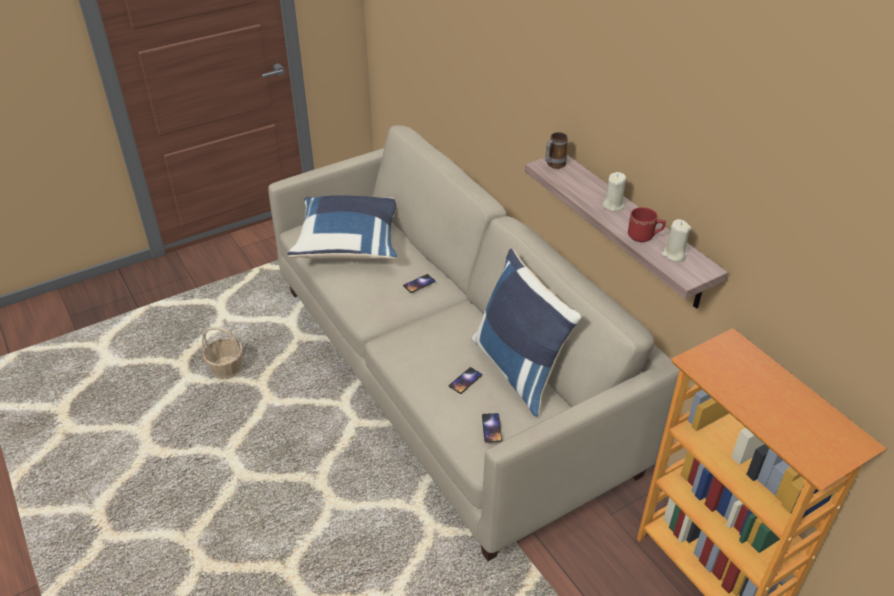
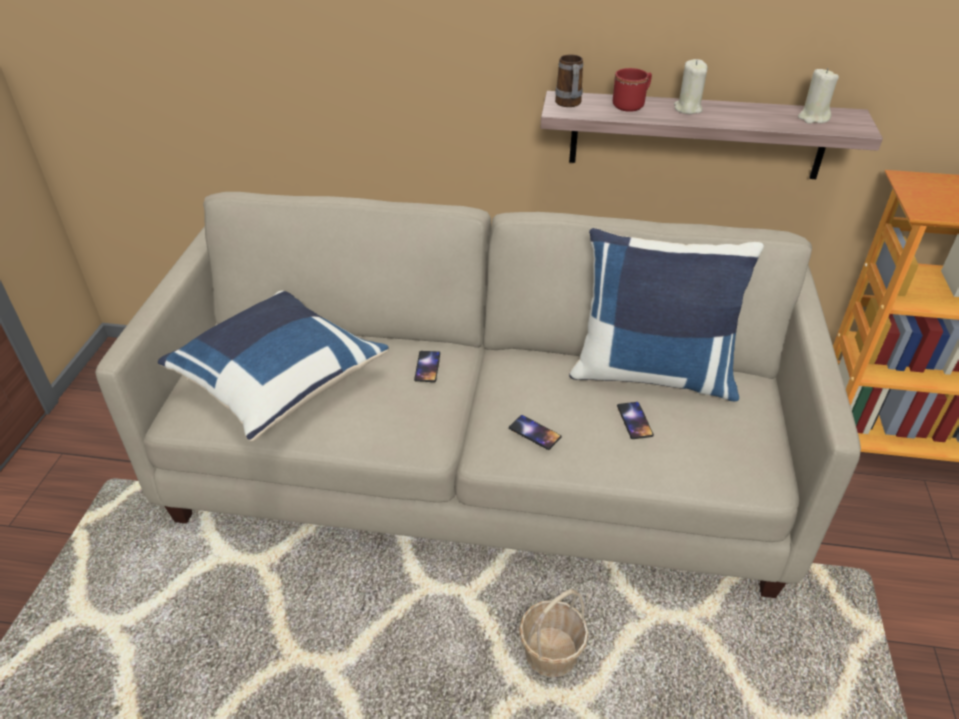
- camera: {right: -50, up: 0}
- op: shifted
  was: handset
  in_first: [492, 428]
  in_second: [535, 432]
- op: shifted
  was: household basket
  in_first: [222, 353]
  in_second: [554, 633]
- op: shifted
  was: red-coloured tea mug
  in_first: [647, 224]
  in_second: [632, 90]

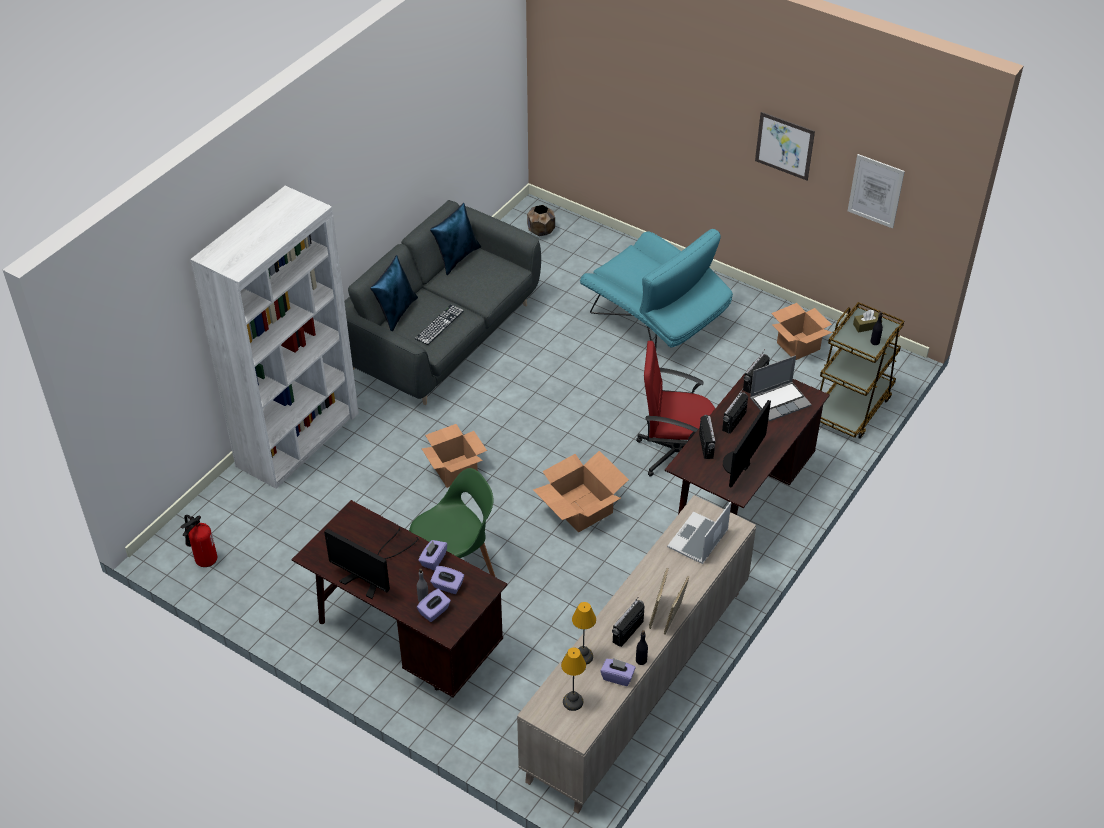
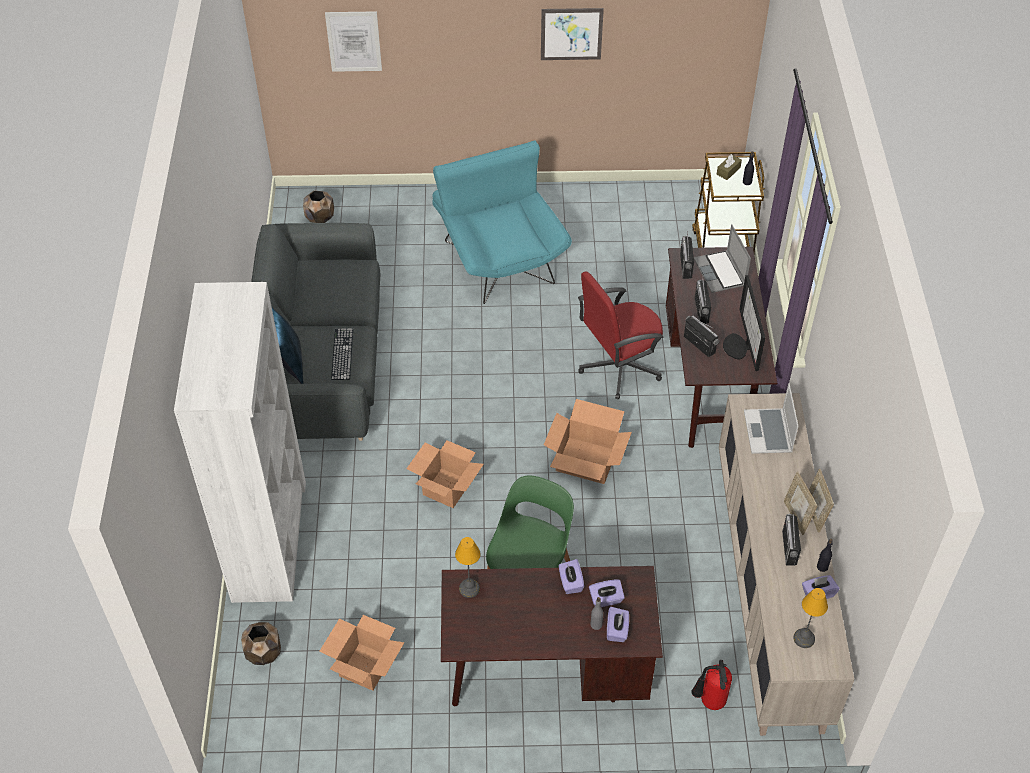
- camera: {right: -35, up: 5}
- op: new
  now: brown-coloured plant pot
  in_second: [261, 643]
- op: shifted
  was: cardboard box
  in_first: [802, 331]
  in_second: [361, 653]
- op: shifted
  was: wall picture
  in_first: [876, 191]
  in_second: [353, 41]
- op: rotated
  was: turquoise easy chair
  in_first: [656, 289]
  in_second: [502, 222]
  clockwise: -120
- op: shifted
  was: lamp for a table
  in_first: [584, 633]
  in_second: [468, 567]
- op: shifted
  was: extinguisher
  in_first: [199, 541]
  in_second: [712, 685]
- op: rotated
  was: laptop
  in_first: [781, 388]
  in_second: [722, 258]
  clockwise: 135
- op: gone
  was: computer display
  in_first: [371, 563]
- op: gone
  was: blue pillow
  in_first: [455, 239]

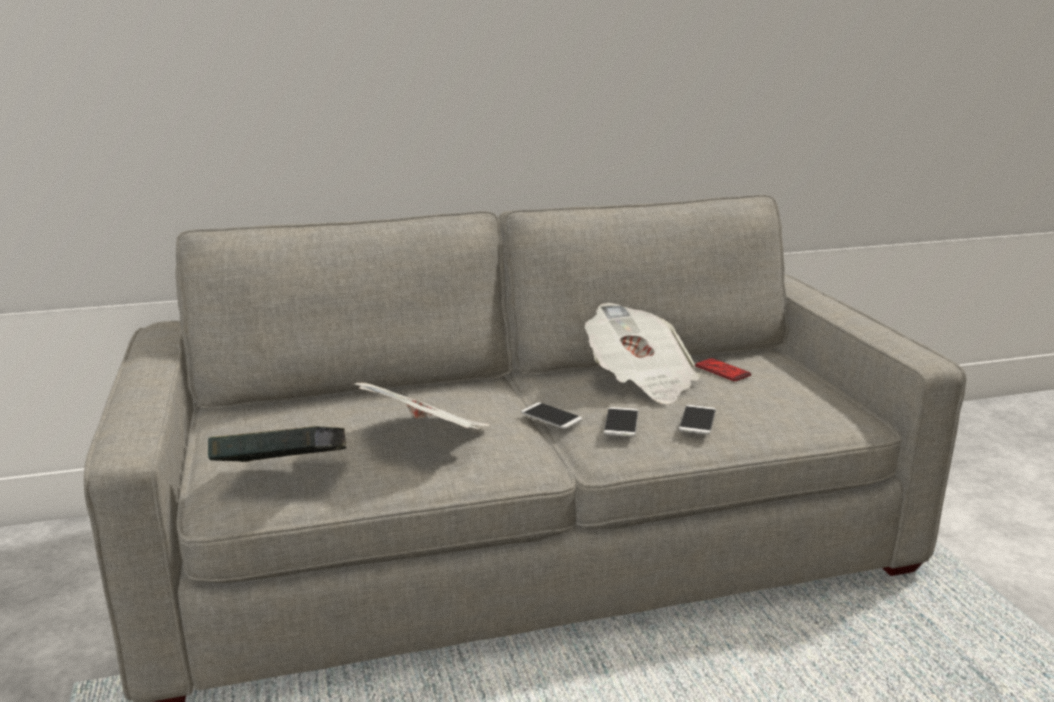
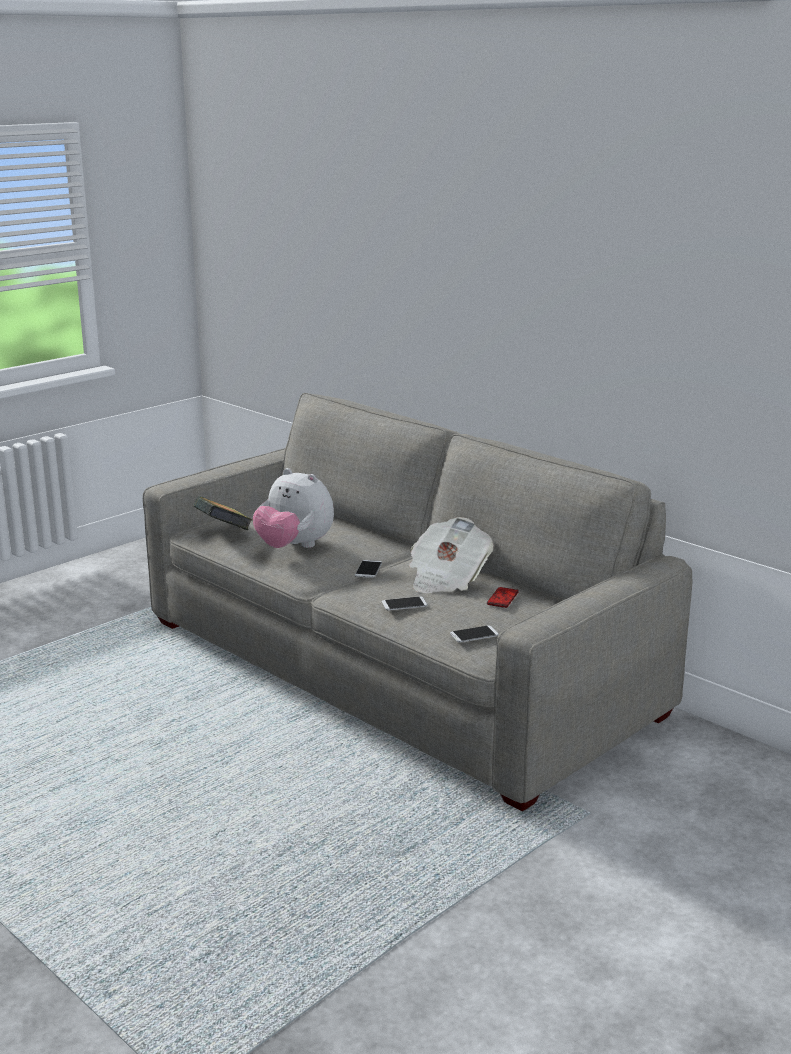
- camera: {right: 60, up: 0}
- op: swapped
  was: daily paper
  now: cuddly toy
  in_first: [421, 406]
  in_second: [293, 508]
- op: shifted
  was: handset
  in_first: [621, 422]
  in_second: [474, 634]

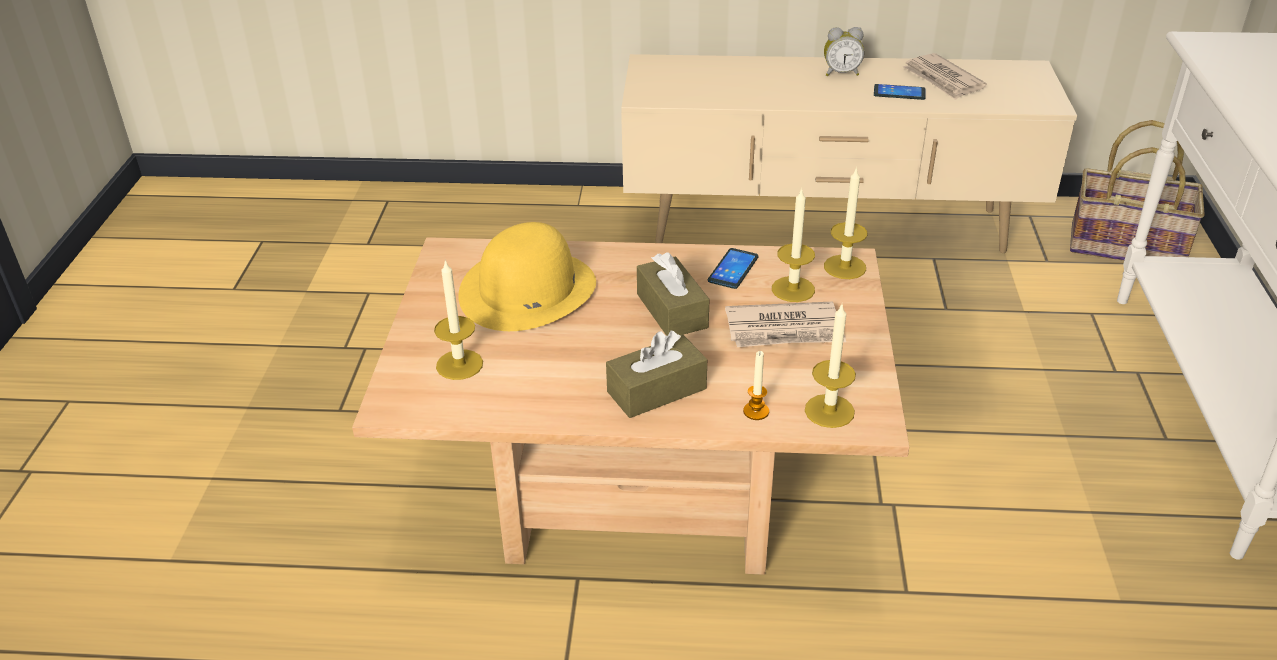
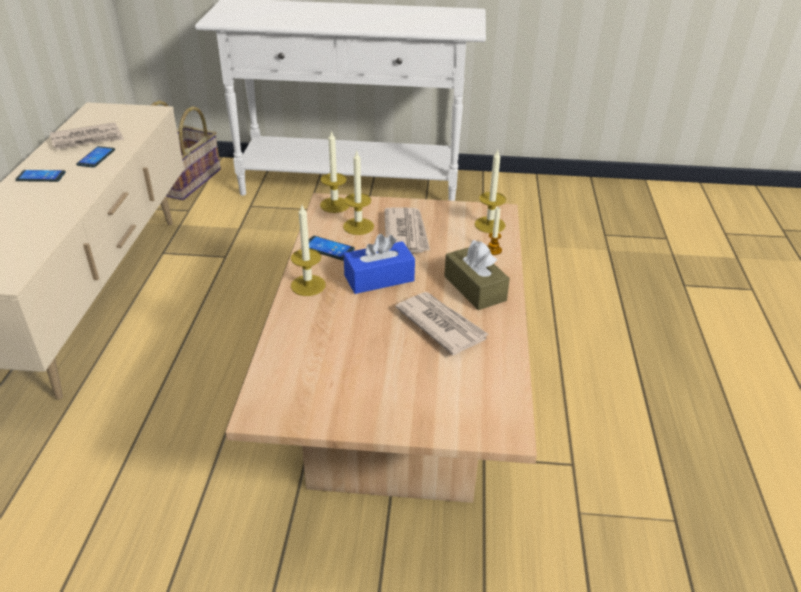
- camera: {right: -90, up: 0}
- op: swapped
  was: alarm clock
  now: handset
  in_first: [844, 51]
  in_second: [41, 176]
- op: shifted
  was: candle
  in_first: [458, 319]
  in_second: [308, 250]
- op: repainted
  was: brown-coloured tissue box
  now: blue tissue box
  in_first: [673, 294]
  in_second: [379, 264]
- op: new
  now: daily paper
  in_second: [442, 323]
- op: gone
  was: yellow wearable hat
  in_first: [527, 276]

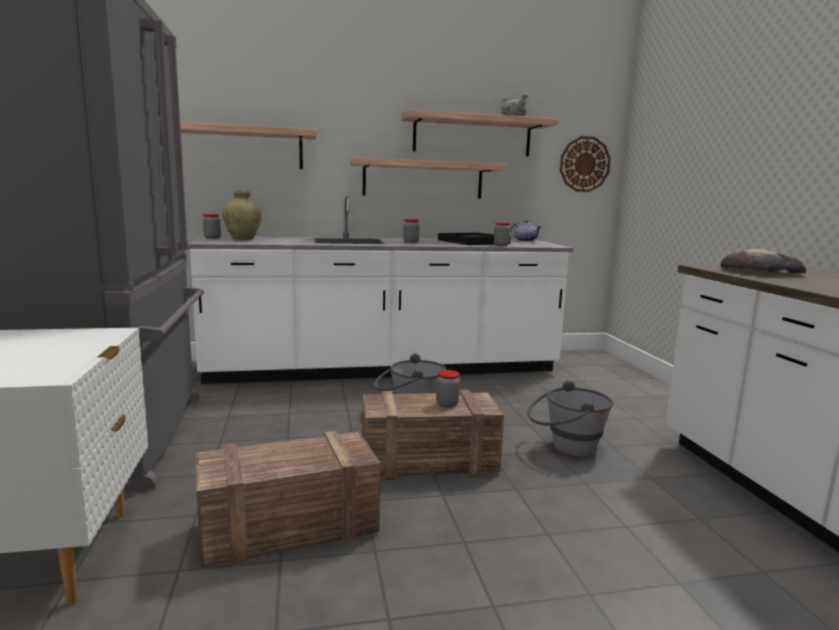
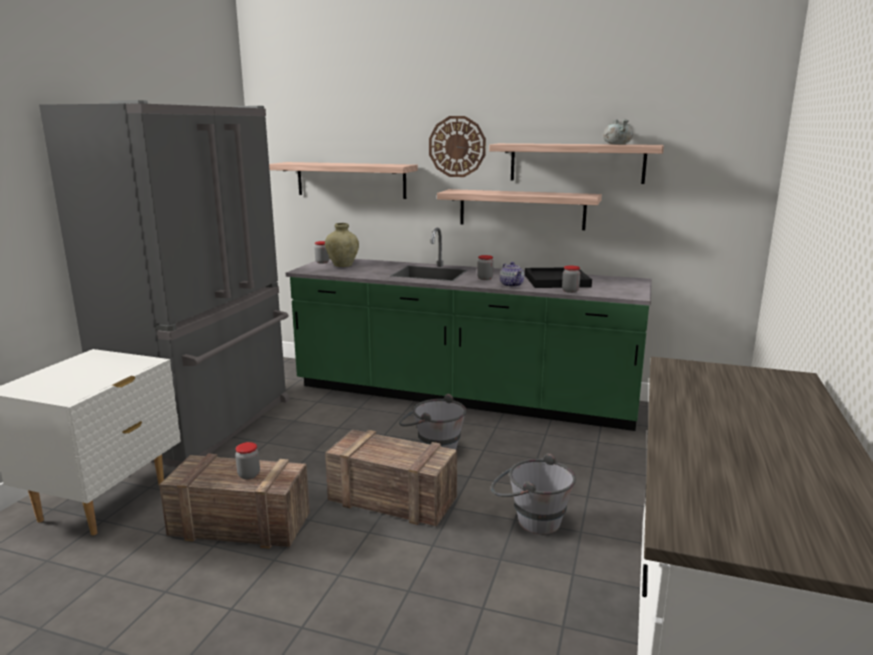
- camera: {right: 30, up: 5}
- op: shifted
  was: jar
  in_first: [448, 389]
  in_second: [247, 460]
- op: repainted
  was: white-coloured kitchen counter
  now: green-coloured kitchen counter
  in_first: [380, 290]
  in_second: [469, 329]
- op: shifted
  was: hanging clock
  in_first: [585, 164]
  in_second: [457, 146]
- op: shifted
  was: tea pot
  in_first: [526, 231]
  in_second: [512, 274]
- op: gone
  was: bread
  in_first: [763, 261]

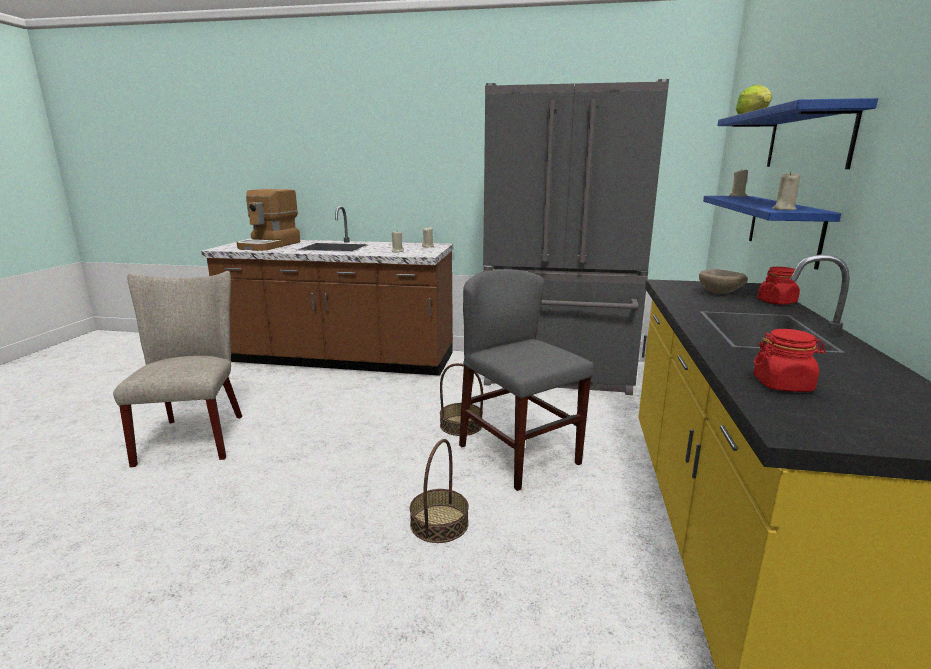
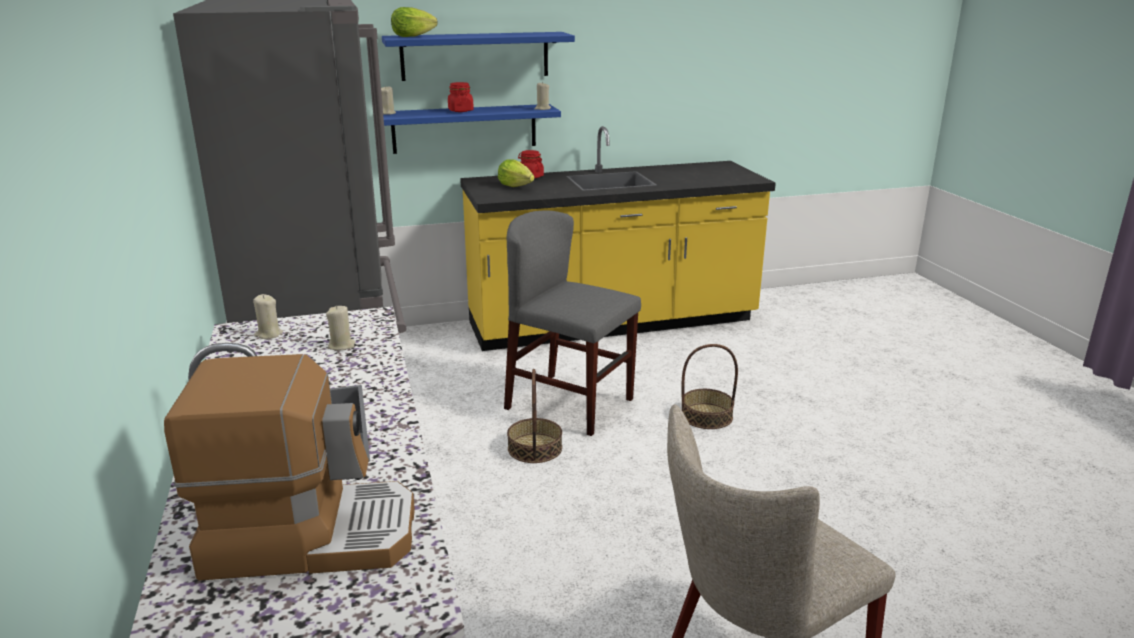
- camera: {right: -115, up: 5}
- op: shifted
  was: red-coloured jar
  in_first: [789, 360]
  in_second: [461, 97]
- op: swapped
  was: beige-coloured deep dish
  now: lettuce head
  in_first: [723, 281]
  in_second: [516, 173]
- op: rotated
  was: gray plain chair
  in_first: [526, 380]
  in_second: [572, 323]
  clockwise: 90

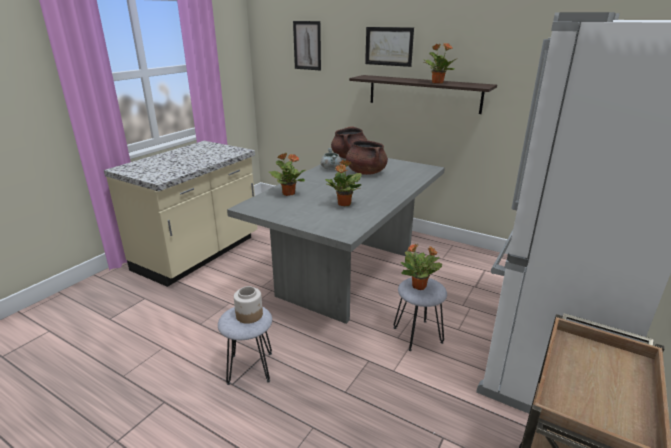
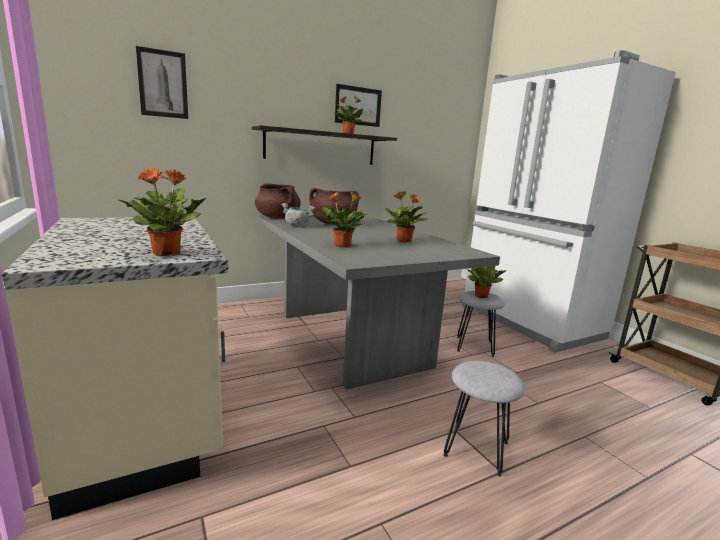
- camera: {right: -60, up: -10}
- op: new
  now: plant in a pot
  in_second: [162, 211]
- op: shifted
  was: wall picture
  in_first: [389, 47]
  in_second: [358, 105]
- op: gone
  was: jar
  in_first: [248, 305]

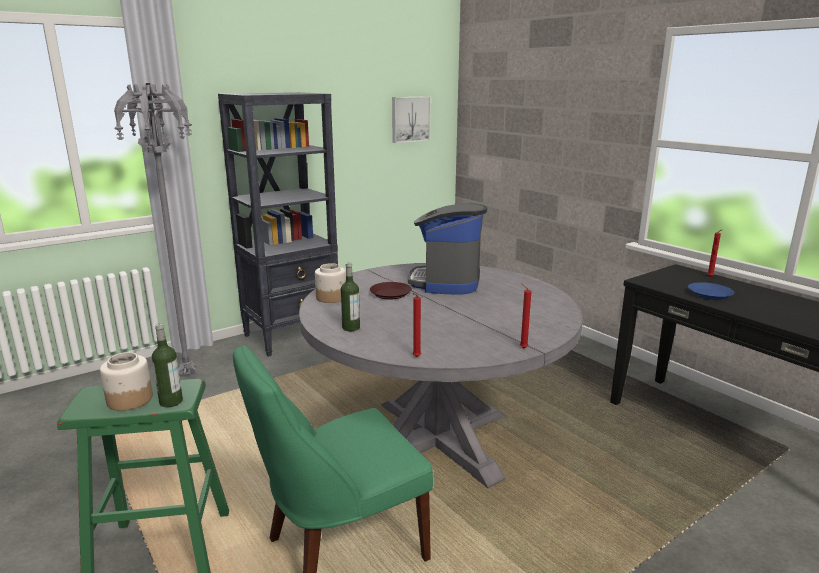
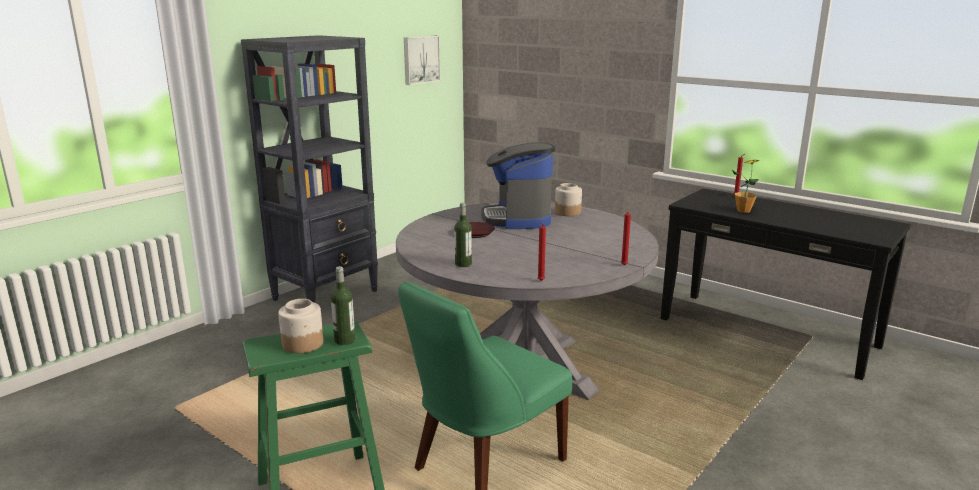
- camera: {right: -15, up: 0}
- op: shifted
  was: jar
  in_first: [330, 283]
  in_second: [568, 199]
- op: swapped
  was: blue plate
  now: plant in a pot
  in_first: [711, 291]
  in_second: [745, 186]
- op: gone
  was: gray floor lamp
  in_first: [155, 229]

